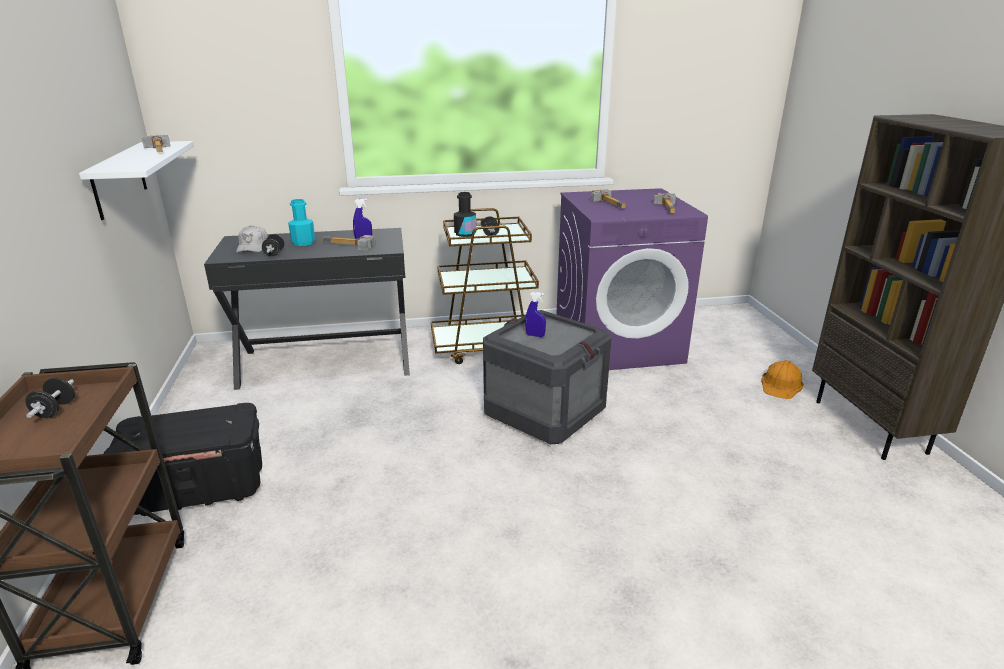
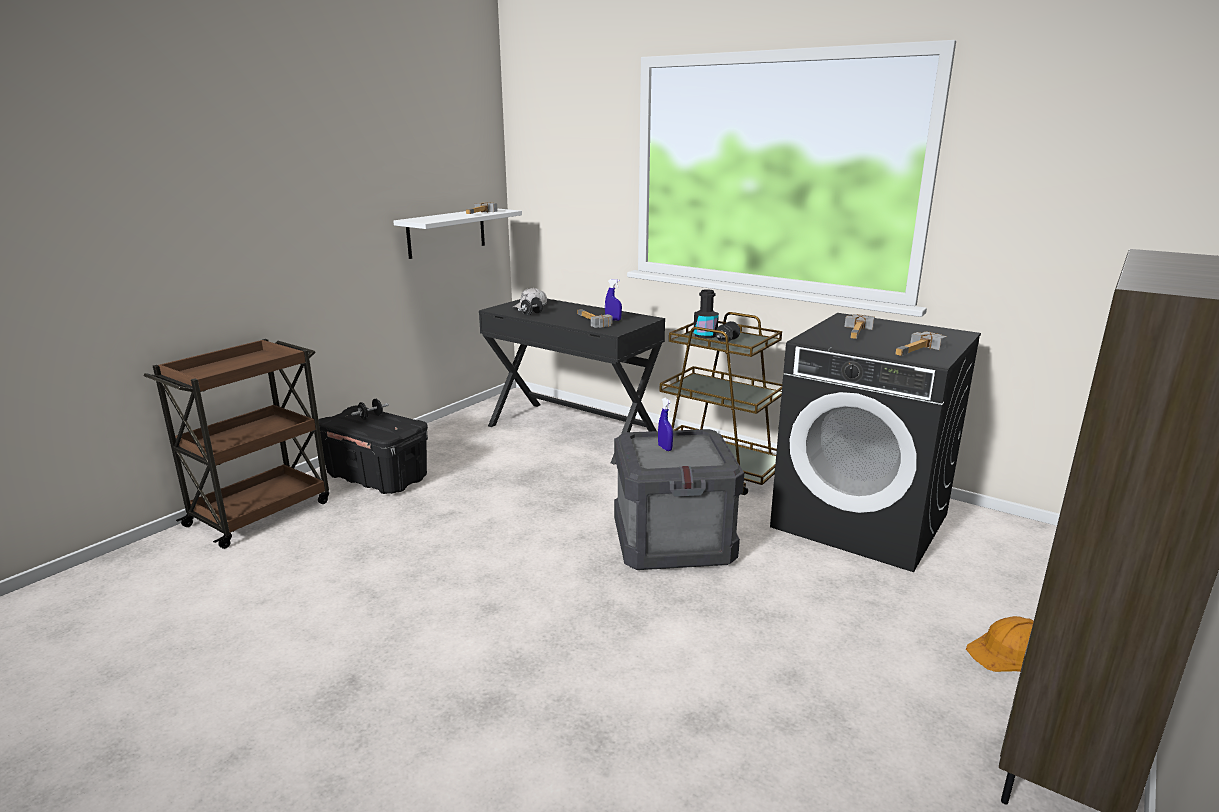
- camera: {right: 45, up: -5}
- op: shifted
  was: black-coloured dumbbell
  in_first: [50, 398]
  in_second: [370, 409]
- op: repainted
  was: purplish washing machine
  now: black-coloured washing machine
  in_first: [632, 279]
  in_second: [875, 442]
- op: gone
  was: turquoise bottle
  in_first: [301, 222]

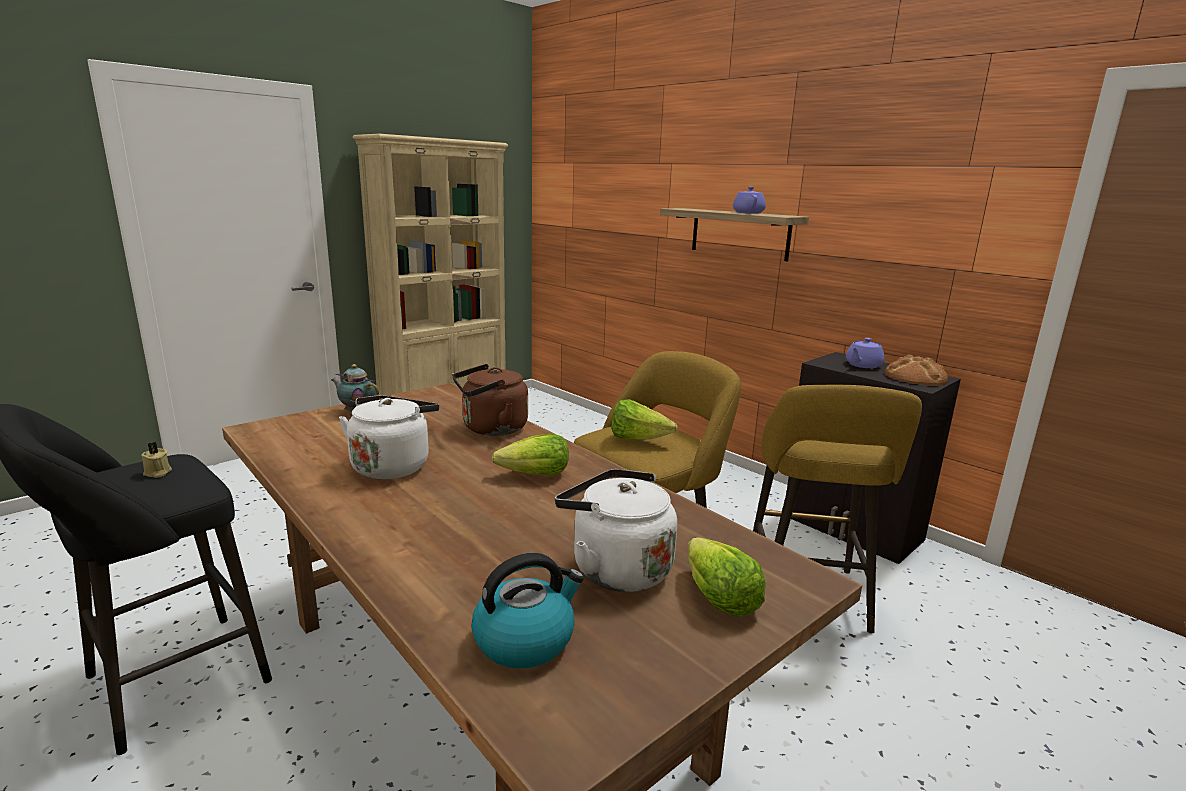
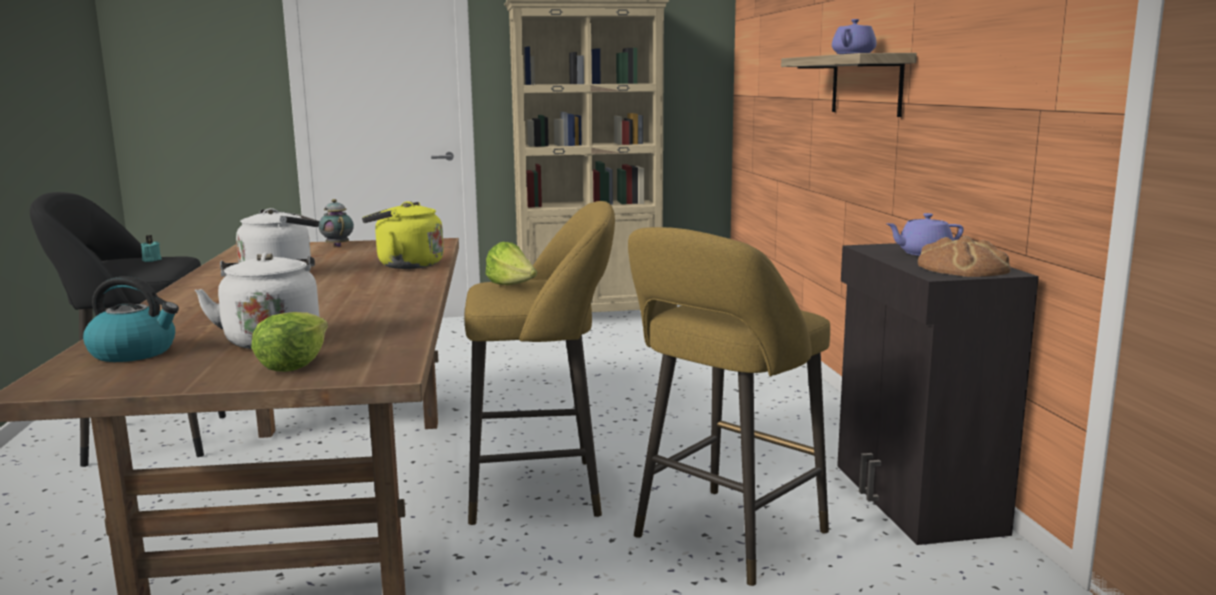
- camera: {right: 35, up: -5}
- op: repainted
  was: beige-coloured candle
  now: turquoise candle
  in_first: [156, 460]
  in_second: [151, 248]
- op: repainted
  was: brown-coloured water kettle
  now: yellow water kettle
  in_first: [490, 400]
  in_second: [403, 235]
- op: gone
  was: lettuce head
  in_first: [530, 454]

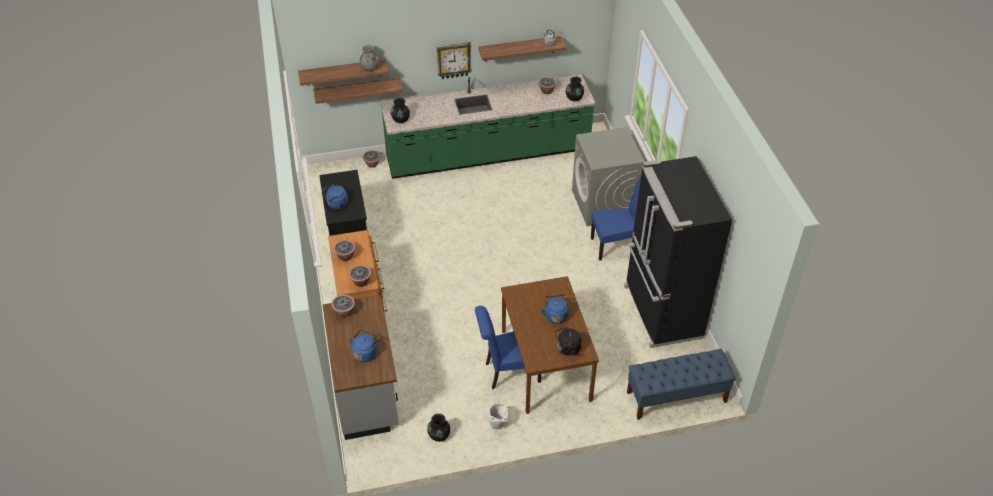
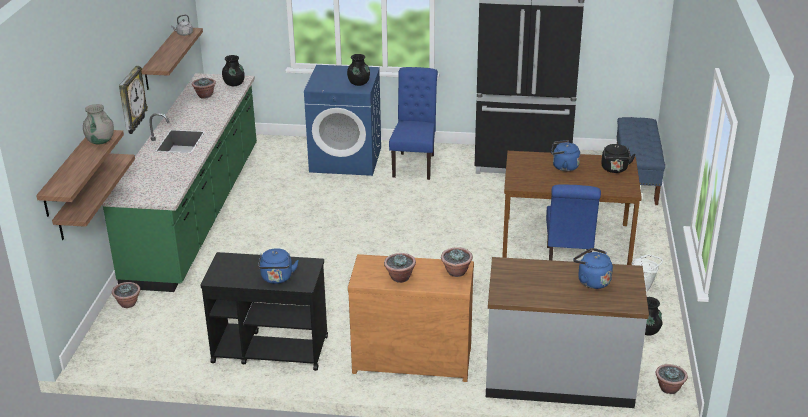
- camera: {right: -70, up: -15}
- op: repainted
  was: gray washing machine
  now: blue washing machine
  in_first: [608, 176]
  in_second: [342, 120]
- op: shifted
  was: black-coloured decorative vase
  in_first: [400, 110]
  in_second: [358, 70]
- op: shifted
  was: plant in a pot
  in_first: [343, 306]
  in_second: [672, 379]

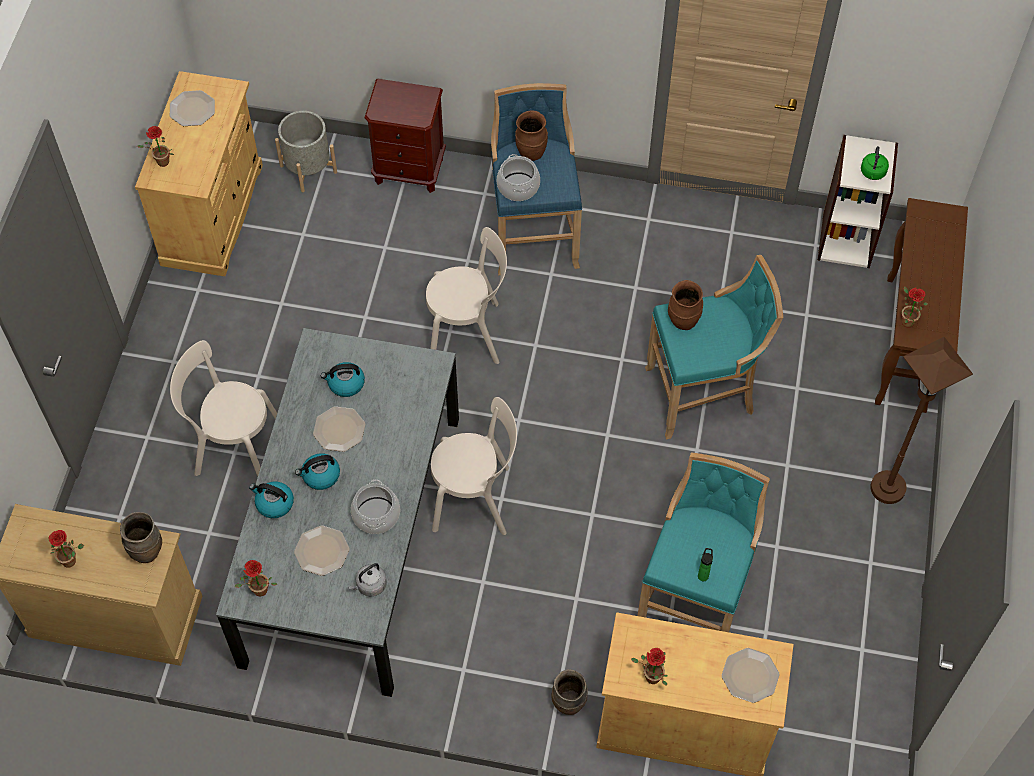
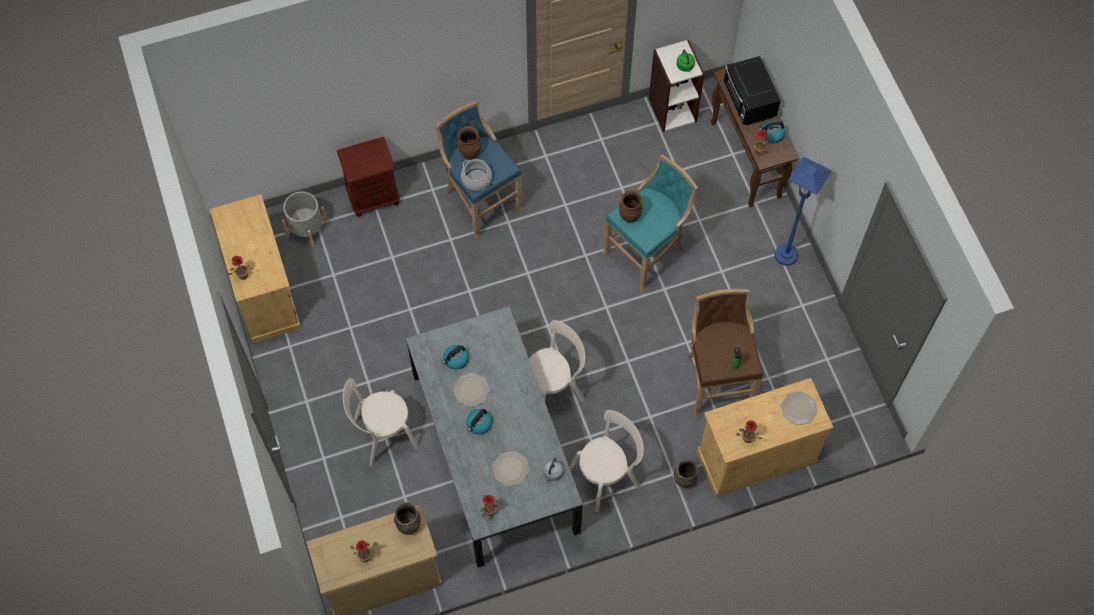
- camera: {right: -30, up: 5}
- op: shifted
  was: beige-coloured plain chair
  in_first: [466, 295]
  in_second: [606, 461]
- op: repainted
  was: turquoise sitting stool
  now: brown-coloured sitting stool
  in_first: [704, 542]
  in_second: [725, 352]
- op: new
  now: black-coloured kitchen microwave
  in_second: [752, 90]
- op: shifted
  was: water kettle
  in_first: [271, 500]
  in_second: [772, 132]
- op: repainted
  was: brown-coloured floor lamp
  now: blue floor lamp
  in_first: [921, 420]
  in_second: [803, 211]
- op: gone
  was: plate
  in_first: [192, 108]
- op: gone
  was: stockpot
  in_first: [375, 507]

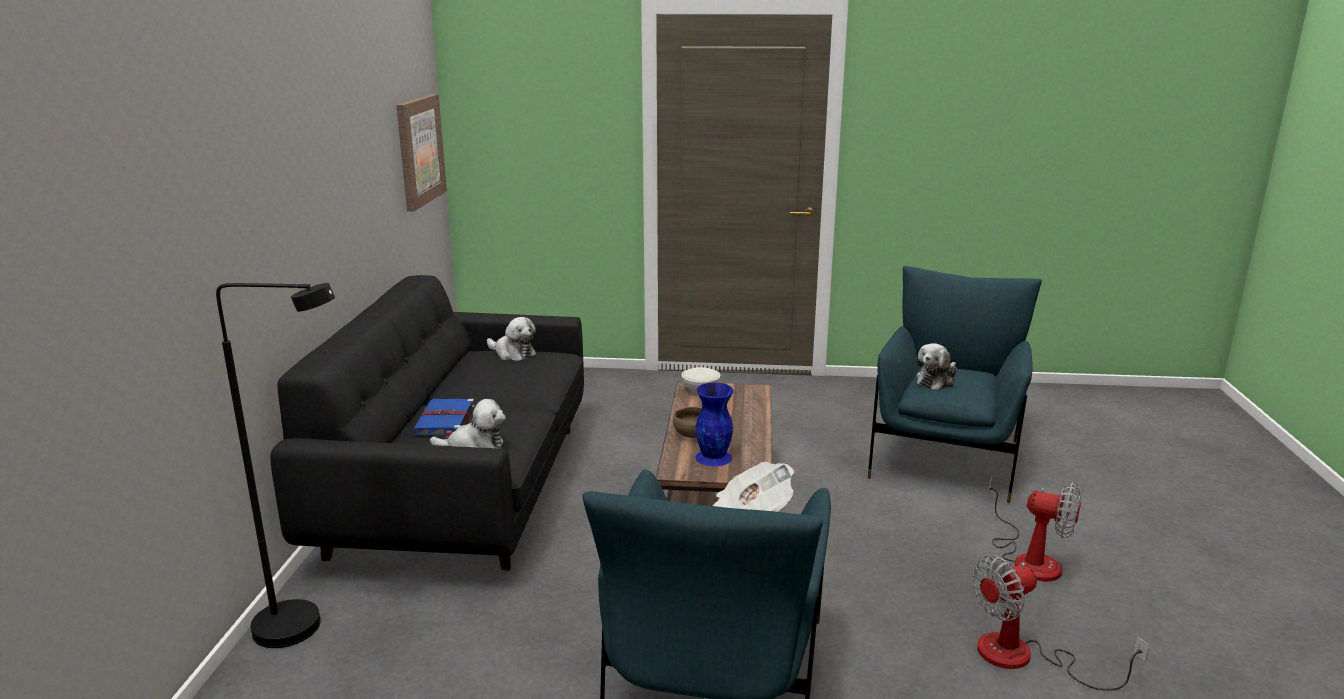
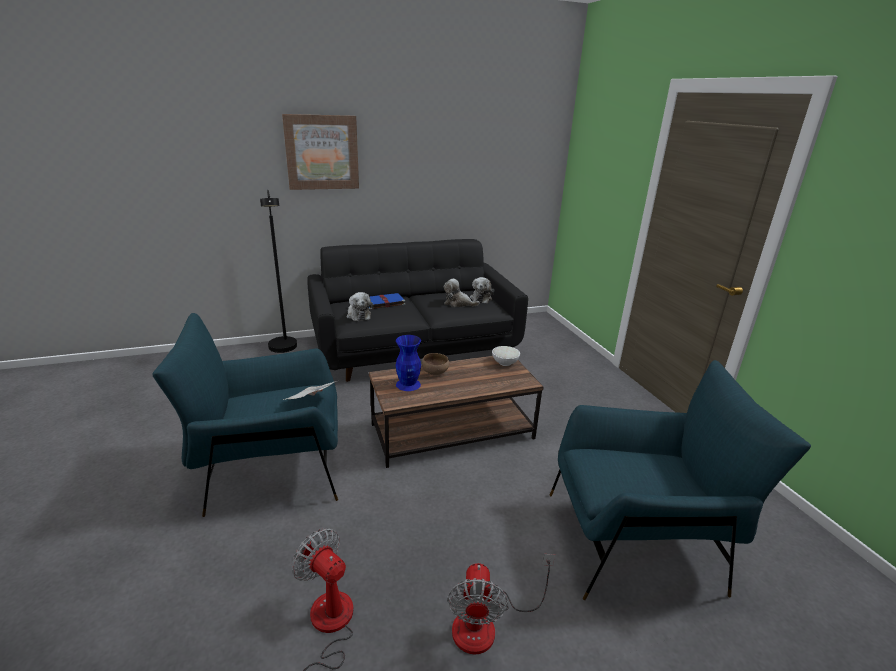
- camera: {right: 65, up: 5}
- op: shifted
  was: wall picture
  in_first: [421, 152]
  in_second: [320, 152]
- op: shifted
  was: cuddly toy
  in_first: [936, 367]
  in_second: [462, 293]

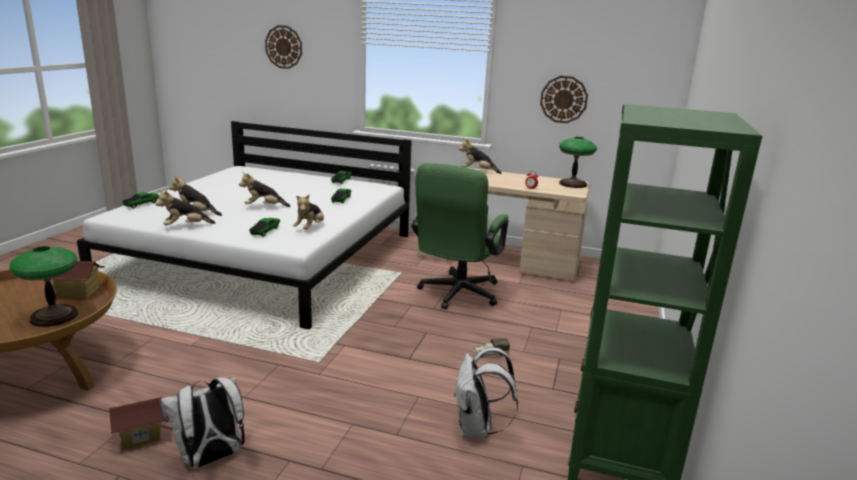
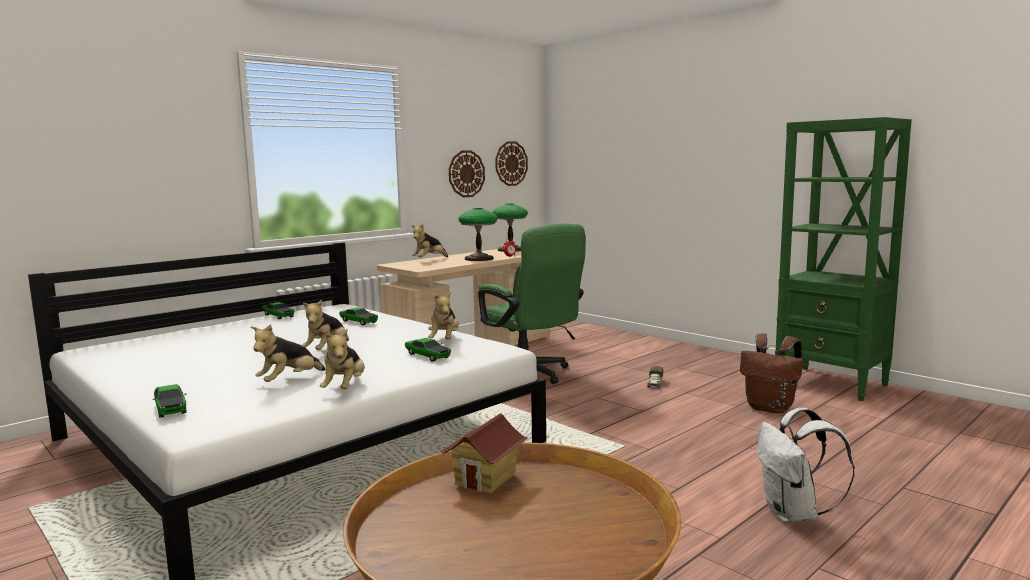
- camera: {right: -60, up: -10}
- op: rotated
  was: cuddly toy
  in_first: [308, 212]
  in_second: [443, 315]
  clockwise: 45
- op: shifted
  was: lamp for a table
  in_first: [43, 286]
  in_second: [478, 234]
- op: shifted
  was: hanging clock
  in_first: [283, 47]
  in_second: [511, 163]
- op: repainted
  was: white-coloured knapsack
  now: brown-coloured knapsack
  in_first: [485, 393]
  in_second: [771, 373]
- op: gone
  was: toy house
  in_first: [137, 423]

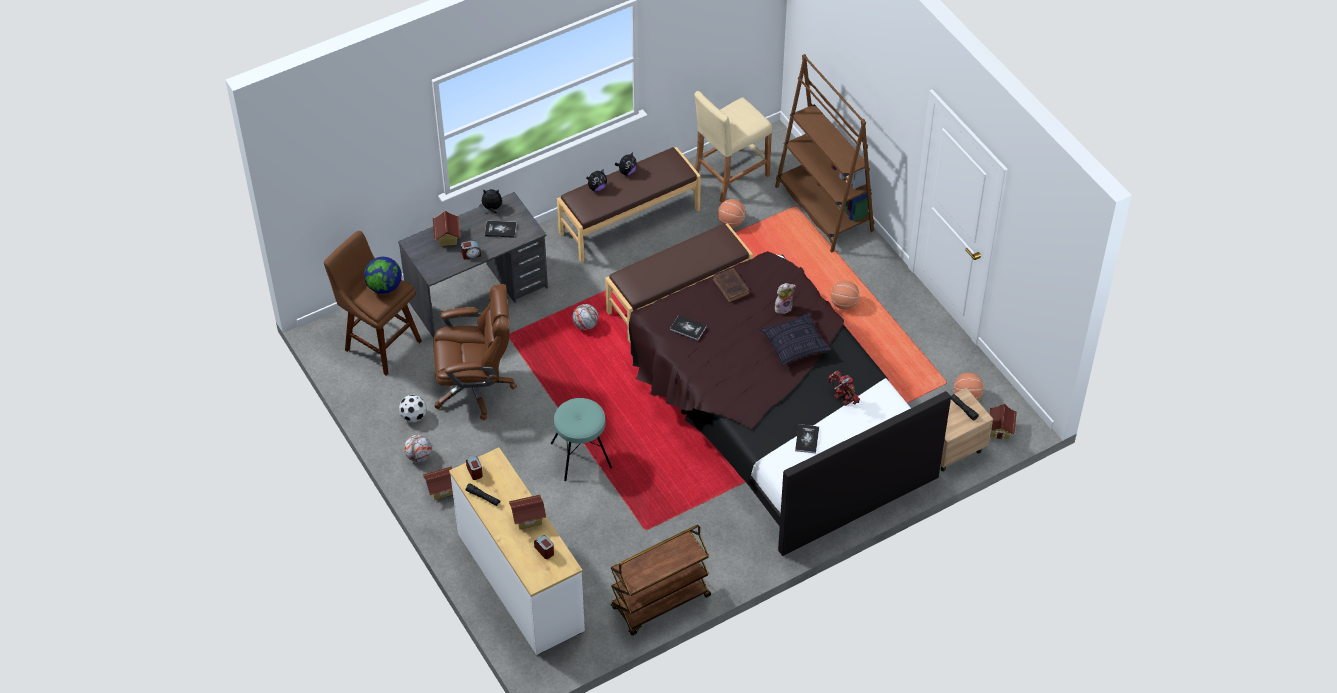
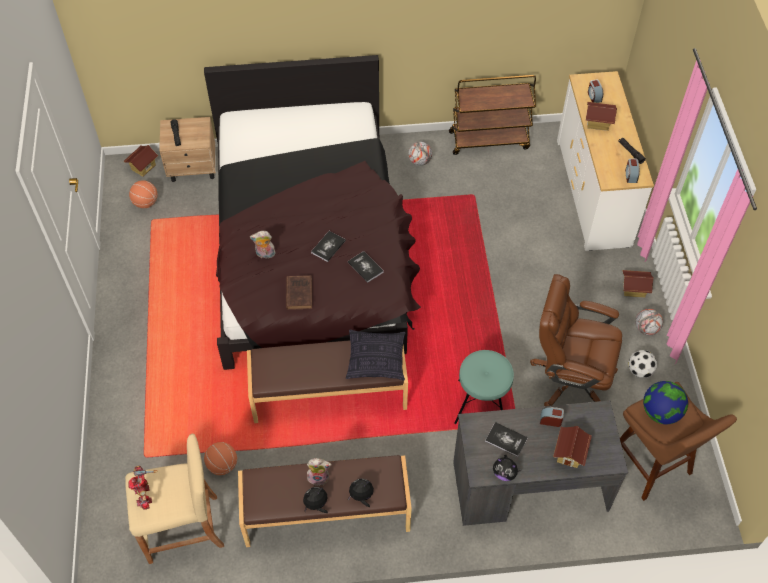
- camera: {right: -155, up: 5}
- op: shifted
  was: toy robot
  in_first: [844, 388]
  in_second: [142, 488]
- op: new
  now: cuddly toy
  in_second: [319, 472]
- op: shifted
  was: bound book
  in_first: [807, 439]
  in_second: [328, 246]
- op: shifted
  was: pillow
  in_first: [795, 339]
  in_second: [375, 354]
- op: shifted
  was: ball for football
  in_first: [585, 317]
  in_second: [420, 154]
- op: shifted
  was: turquoise sitting stool
  in_first: [581, 439]
  in_second: [484, 387]
- op: gone
  was: brown-coloured shelving unit
  in_first: [824, 153]
- op: gone
  was: basketball ball
  in_first: [845, 295]

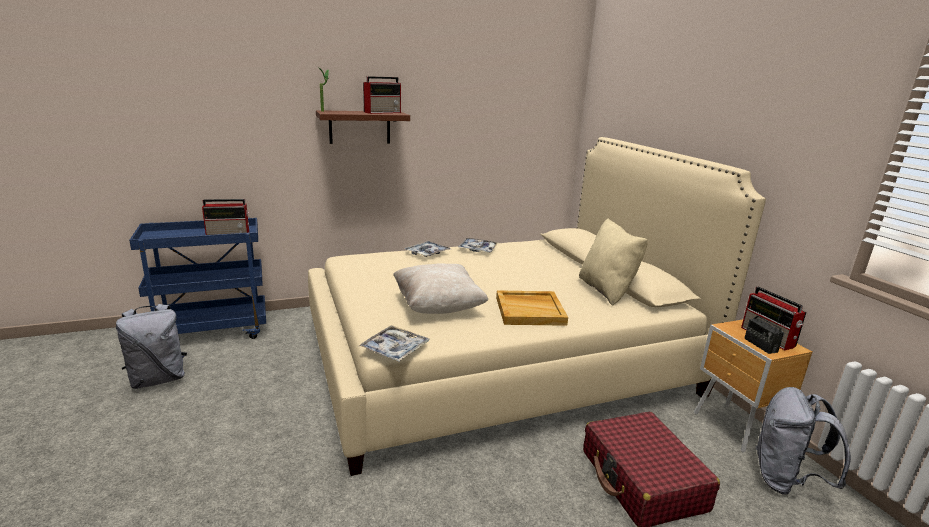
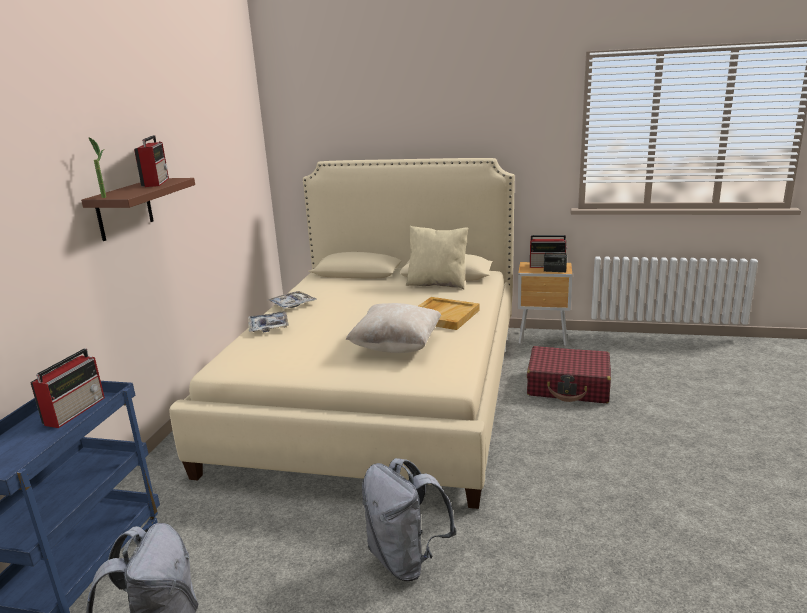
- camera: {right: -55, up: 0}
- op: shifted
  was: gray knapsack
  in_first: [803, 441]
  in_second: [409, 519]
- op: gone
  was: serving tray
  in_first: [394, 343]

